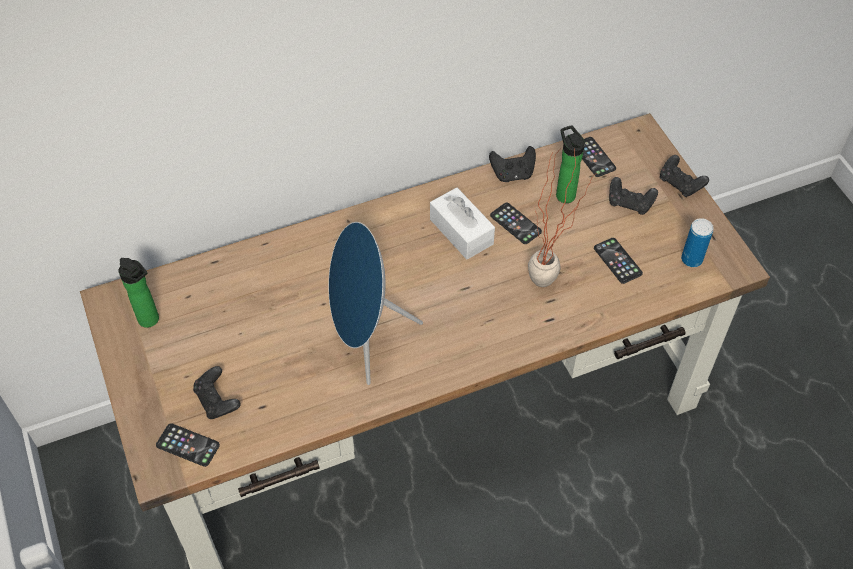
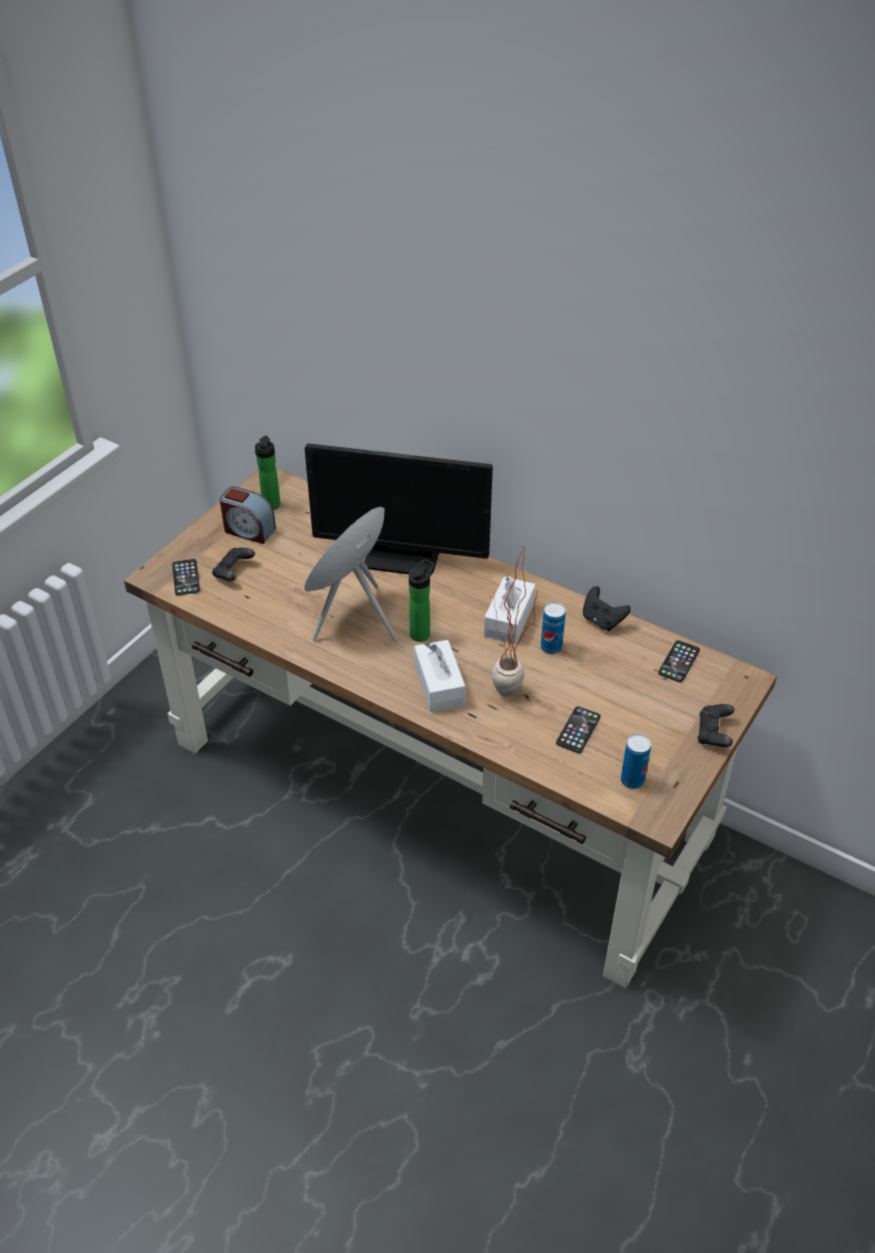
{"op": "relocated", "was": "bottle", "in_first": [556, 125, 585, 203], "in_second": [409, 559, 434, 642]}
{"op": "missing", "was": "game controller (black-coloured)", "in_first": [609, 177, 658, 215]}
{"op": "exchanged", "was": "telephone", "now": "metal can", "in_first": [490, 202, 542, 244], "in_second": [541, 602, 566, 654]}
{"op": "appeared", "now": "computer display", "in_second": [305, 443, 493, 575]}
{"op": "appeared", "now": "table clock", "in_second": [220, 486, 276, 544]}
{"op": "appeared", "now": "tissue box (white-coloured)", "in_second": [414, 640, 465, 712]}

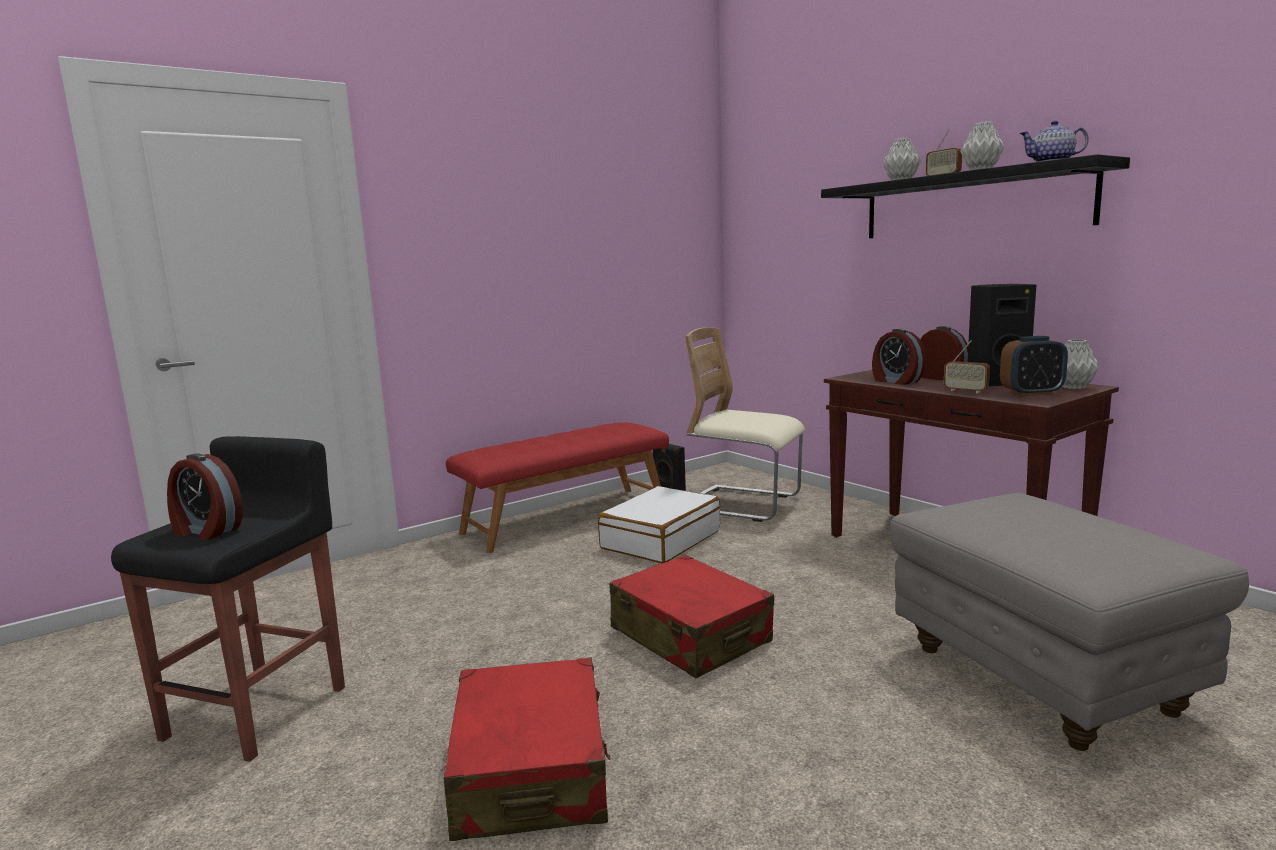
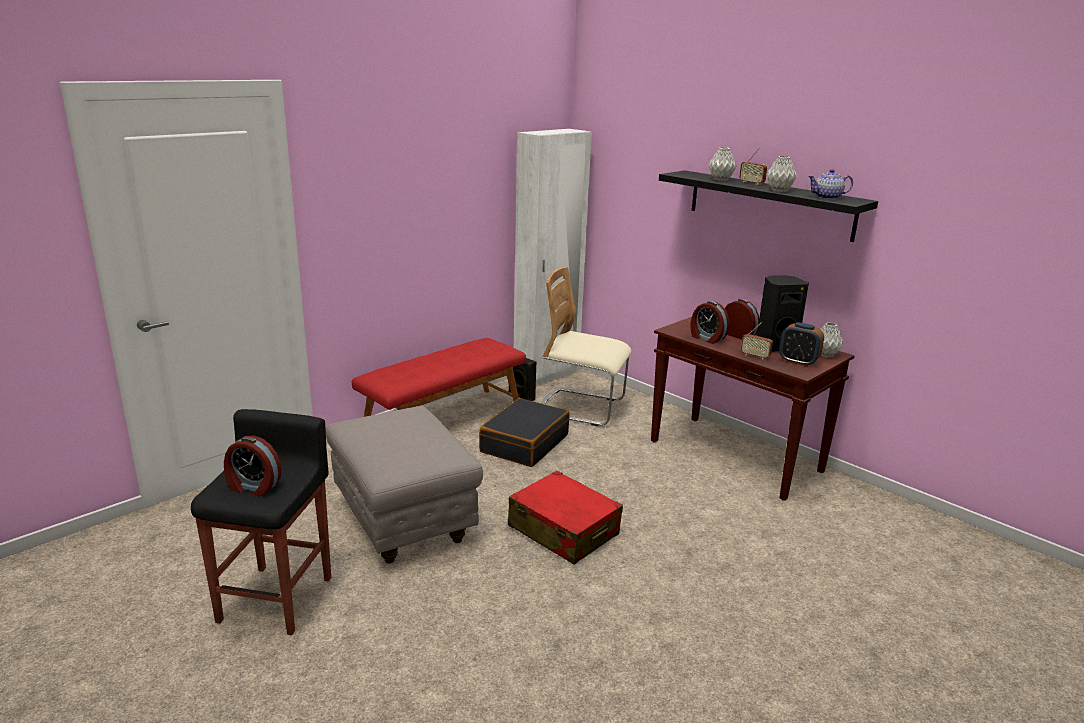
{"op": "spun", "was": "table clock", "in_first": [1000, 336, 1068, 396], "in_second": [779, 322, 824, 367], "clockwise": 45}
{"op": "colour", "was": "travel case (white-coloured)", "now": "travel case (black-coloured)", "in_first": [598, 486, 720, 563], "in_second": [479, 398, 569, 467]}
{"op": "relocated", "was": "pouffe (grey)", "in_first": [890, 492, 1249, 751], "in_second": [326, 406, 483, 563]}
{"op": "missing", "was": "travel case (red-coloured)", "in_first": [444, 658, 611, 841]}
{"op": "appeared", "now": "wardrobe (white-coloured)", "in_second": [514, 129, 592, 386]}

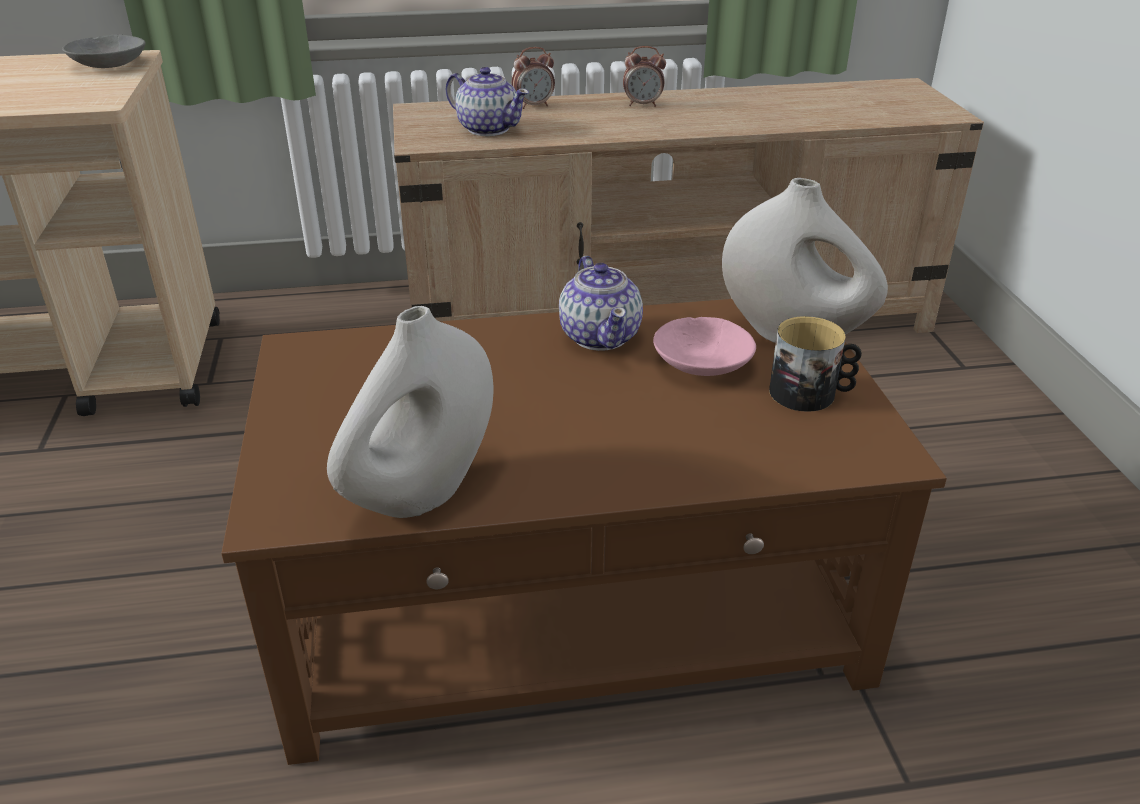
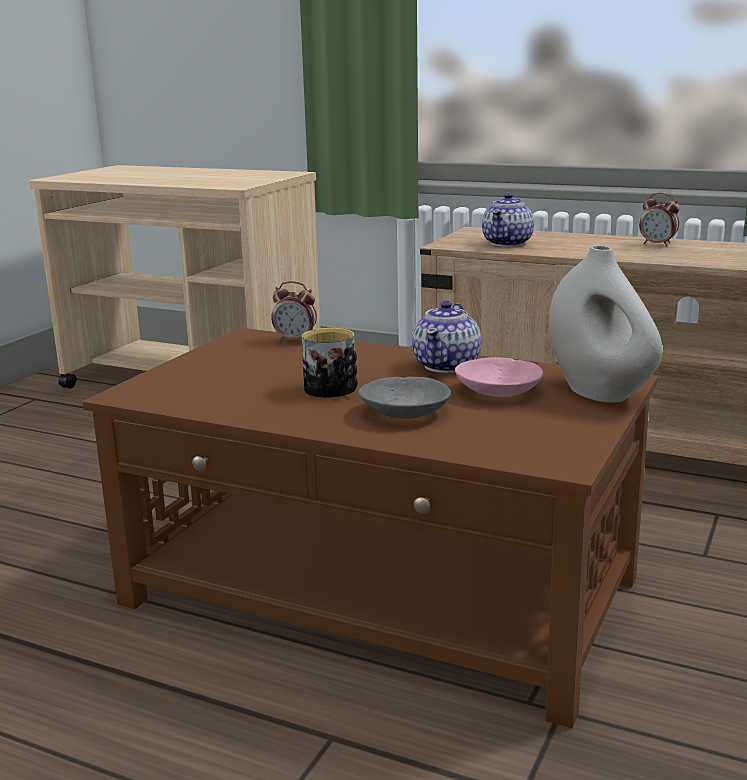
{"op": "relocated", "was": "bowl (grey)", "in_first": [62, 34, 146, 68], "in_second": [359, 377, 451, 419]}
{"op": "relocated", "was": "table clock", "in_first": [512, 47, 555, 109], "in_second": [271, 281, 317, 341]}
{"op": "spun", "was": "tea pot", "in_first": [446, 67, 529, 136], "in_second": [482, 193, 534, 247], "clockwise": 45}
{"op": "missing", "was": "flower vase (white-coloured)", "in_first": [327, 306, 493, 518]}
{"op": "relocated", "was": "mug", "in_first": [769, 316, 862, 412], "in_second": [302, 328, 358, 398]}

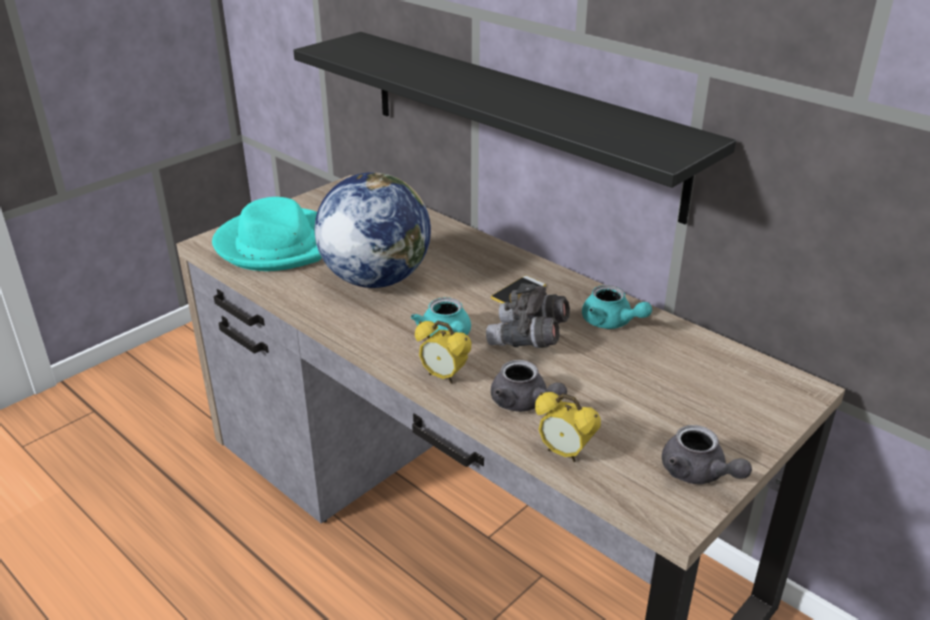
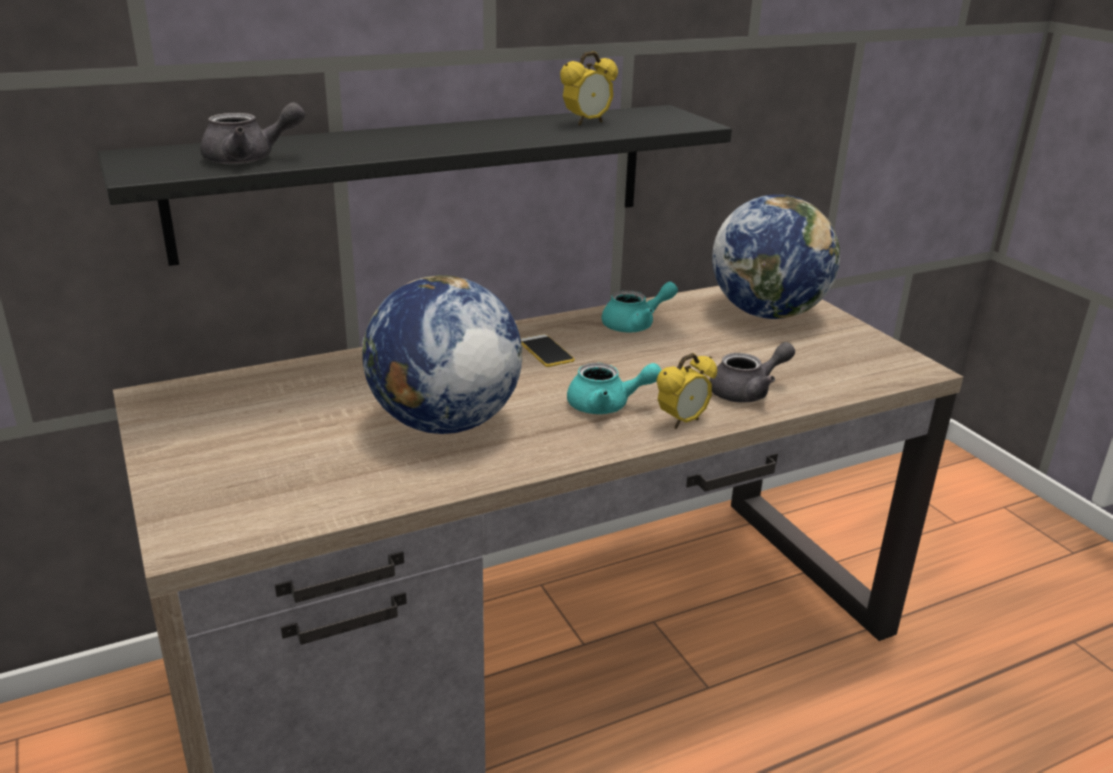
{"op": "missing", "was": "wearable hat (turquoise)", "in_first": [212, 197, 322, 271]}
{"op": "missing", "was": "field glasses (grey)", "in_first": [486, 283, 570, 348]}
{"op": "relocated", "was": "table clock", "in_first": [535, 392, 601, 462], "in_second": [560, 51, 618, 125]}
{"op": "relocated", "was": "tea pot (grey)", "in_first": [662, 425, 752, 484], "in_second": [200, 102, 305, 164]}
{"op": "appeared", "now": "world globe", "in_second": [712, 194, 840, 319]}

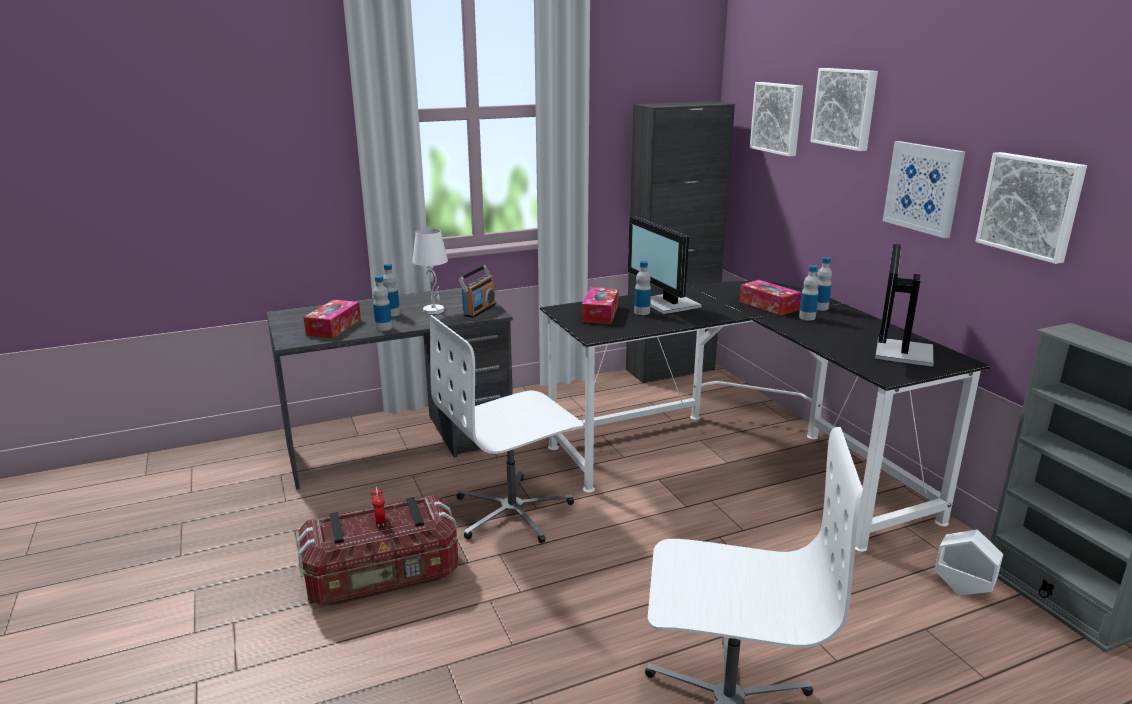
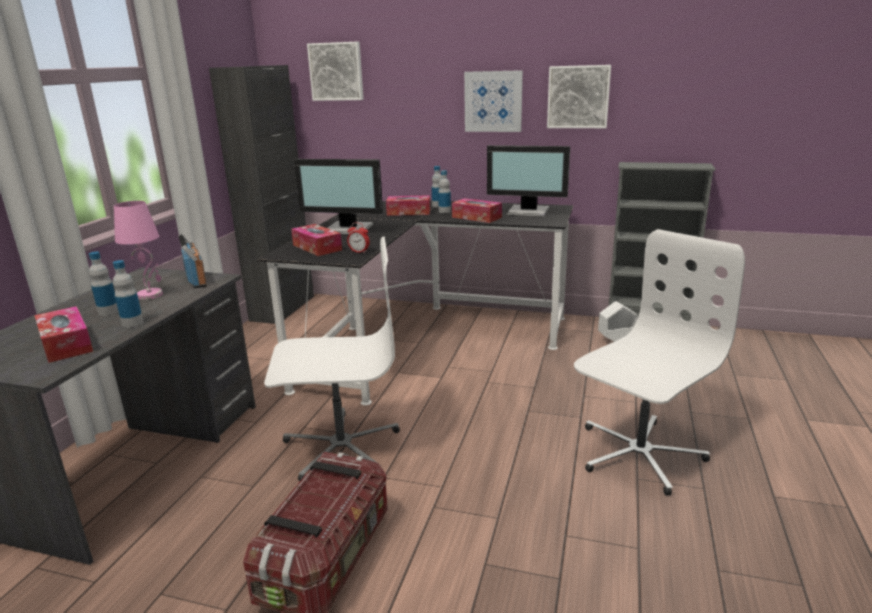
{"op": "missing", "was": "wall picture", "in_first": [810, 68, 878, 151]}
{"op": "colour", "was": "lamp for a table (white-coloured)", "now": "lamp for a table (pink-coloured)", "in_first": [412, 228, 448, 314], "in_second": [114, 201, 163, 300]}
{"op": "spun", "was": "computer display", "in_first": [875, 244, 934, 367], "in_second": [487, 145, 570, 217], "clockwise": -45}
{"op": "missing", "was": "bottle", "in_first": [634, 261, 651, 315]}
{"op": "spun", "was": "computer chair (white-coloured)", "in_first": [430, 315, 583, 543], "in_second": [264, 237, 400, 481], "clockwise": -105}
{"op": "relocated", "was": "table clock", "in_first": [371, 486, 385, 527], "in_second": [347, 223, 370, 253]}
{"op": "appeared", "now": "tissue box", "in_second": [452, 198, 502, 223]}

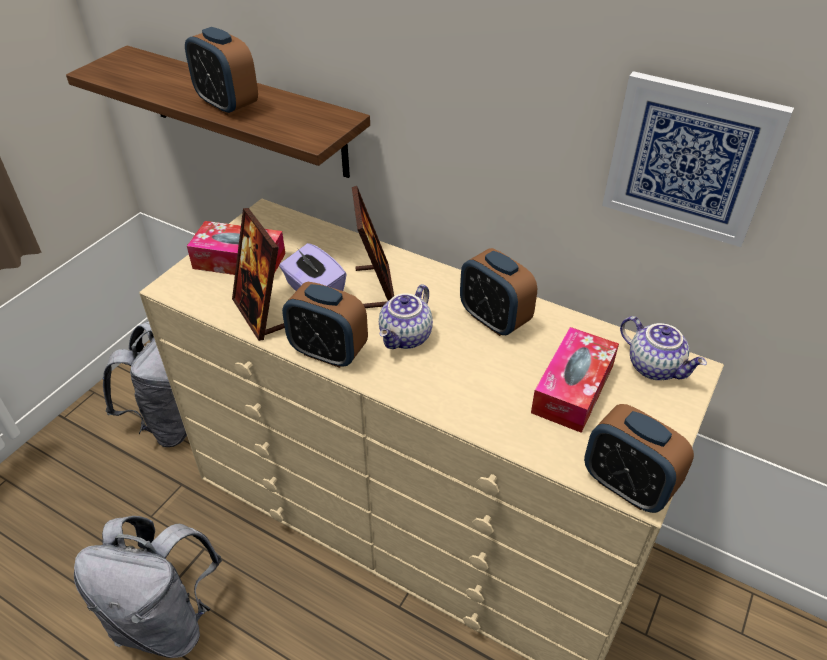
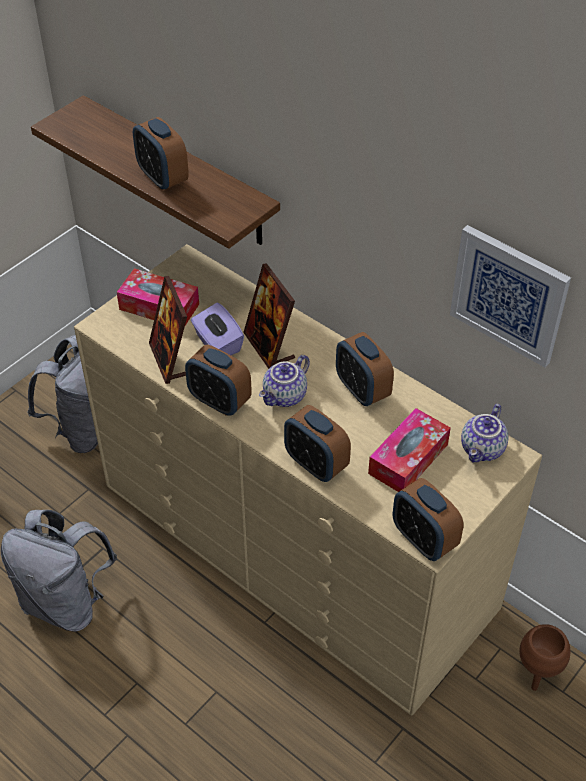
{"op": "spun", "was": "standing frame", "in_first": [352, 186, 394, 308], "in_second": [243, 263, 295, 369], "clockwise": 150}
{"op": "spun", "was": "tea pot", "in_first": [620, 316, 707, 380], "in_second": [461, 404, 508, 463], "clockwise": 60}
{"op": "appeared", "now": "table clock", "in_second": [284, 405, 351, 482]}
{"op": "appeared", "now": "flower pot (brown)", "in_second": [519, 624, 570, 691]}

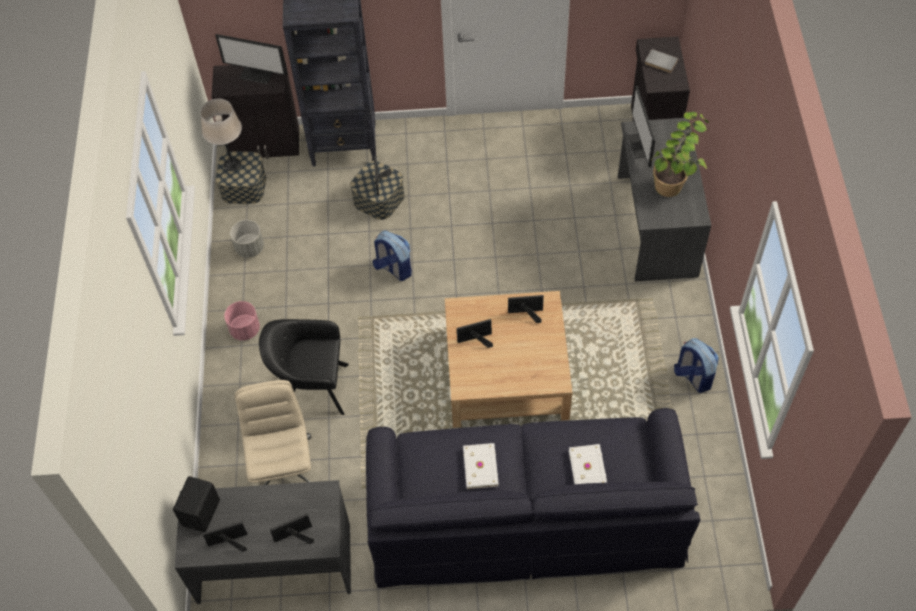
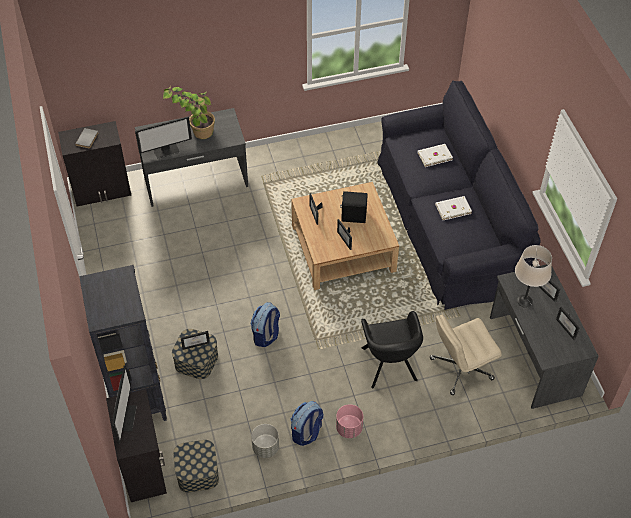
{"op": "relocated", "was": "lamp for a table (beige-coloured)", "in_first": [200, 99, 242, 171], "in_second": [515, 245, 552, 308]}
{"op": "relocated", "was": "rucksack", "in_first": [674, 338, 719, 393], "in_second": [291, 401, 323, 446]}
{"op": "relocated", "was": "speaker (black-coloured)", "in_first": [173, 476, 220, 532], "in_second": [340, 191, 368, 223]}

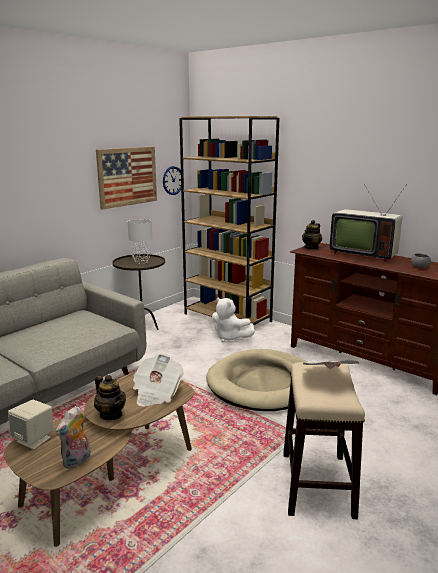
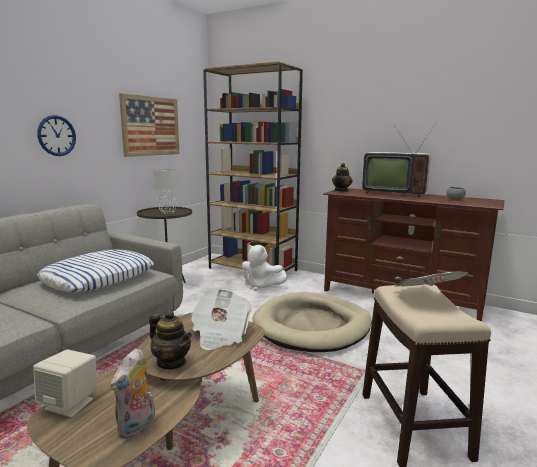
{"op": "relocated", "was": "clock on the wall", "in_first": [163, 166, 181, 195], "in_second": [37, 115, 76, 156]}
{"op": "appeared", "now": "throw pillow", "in_second": [37, 250, 154, 292]}

